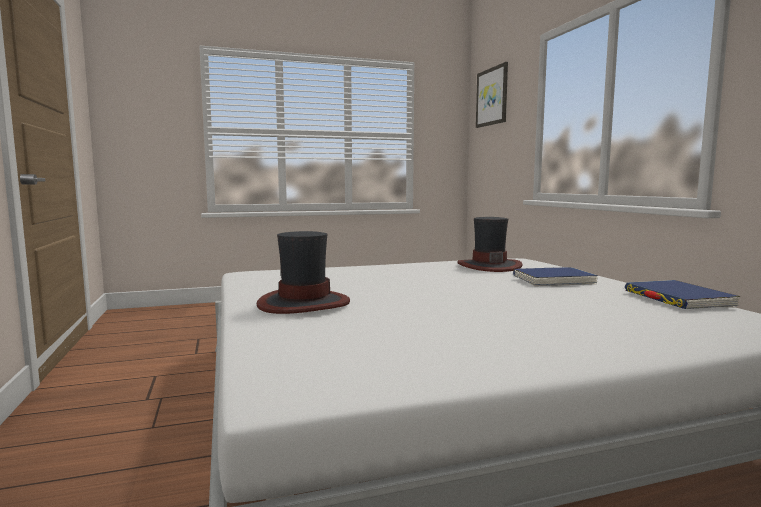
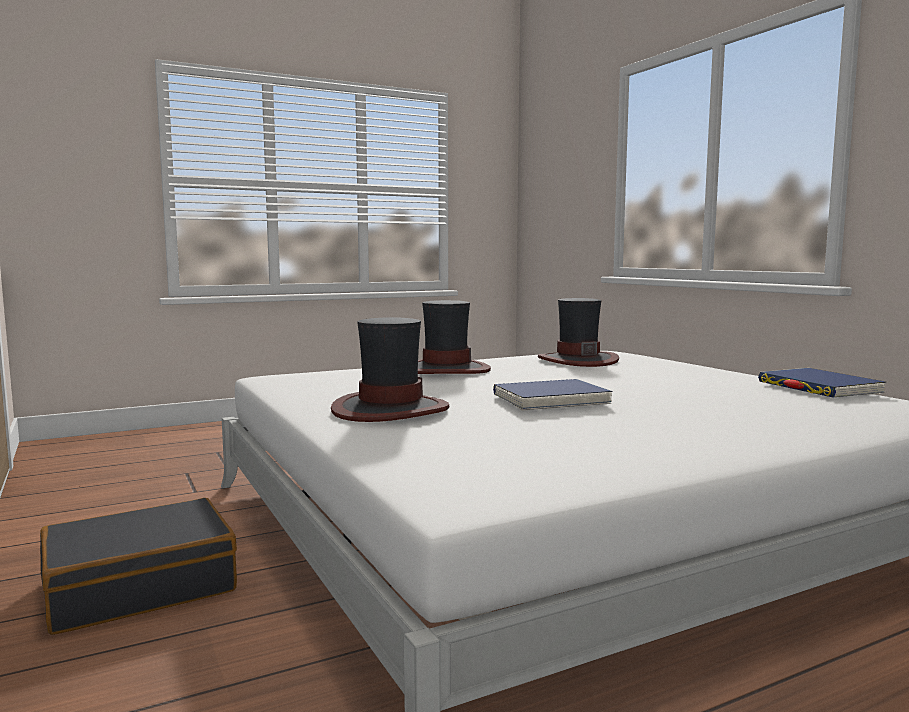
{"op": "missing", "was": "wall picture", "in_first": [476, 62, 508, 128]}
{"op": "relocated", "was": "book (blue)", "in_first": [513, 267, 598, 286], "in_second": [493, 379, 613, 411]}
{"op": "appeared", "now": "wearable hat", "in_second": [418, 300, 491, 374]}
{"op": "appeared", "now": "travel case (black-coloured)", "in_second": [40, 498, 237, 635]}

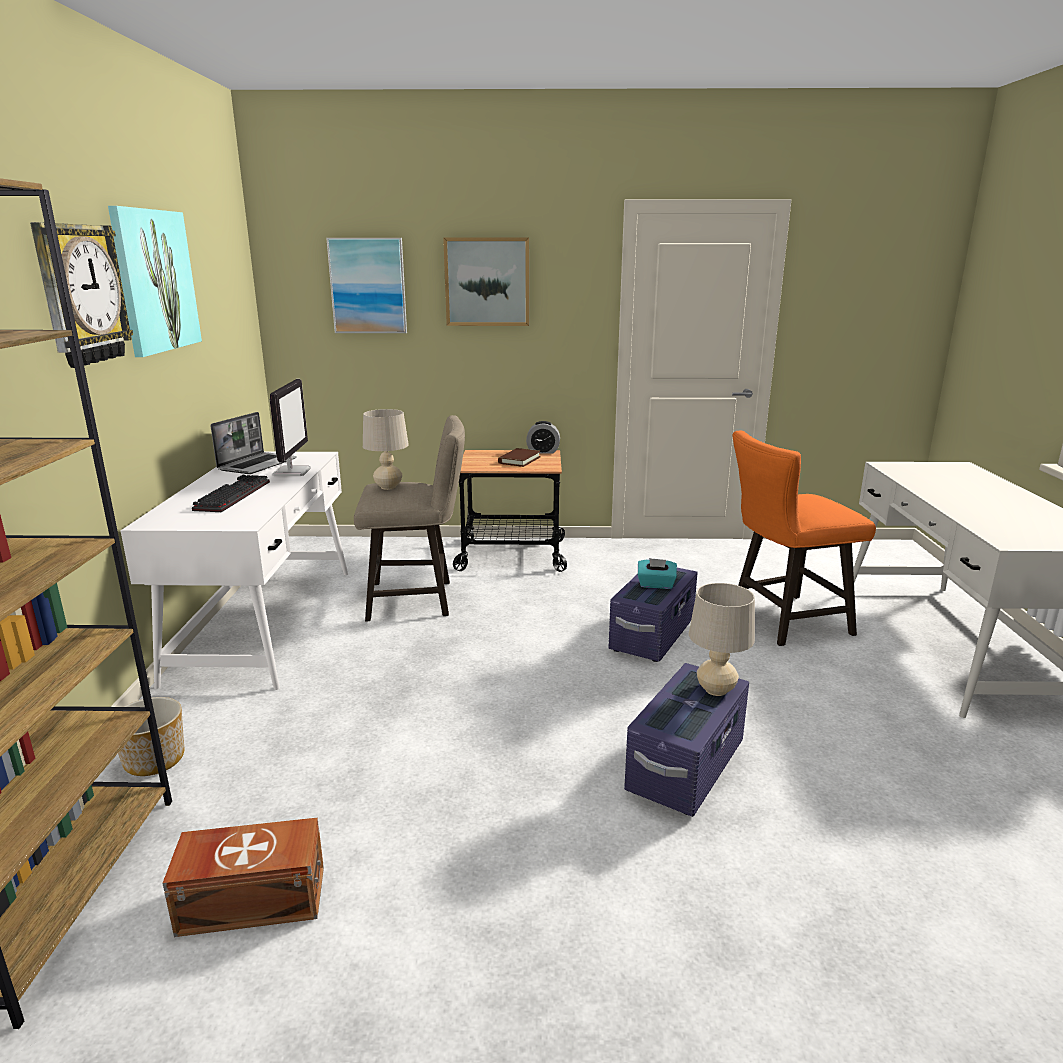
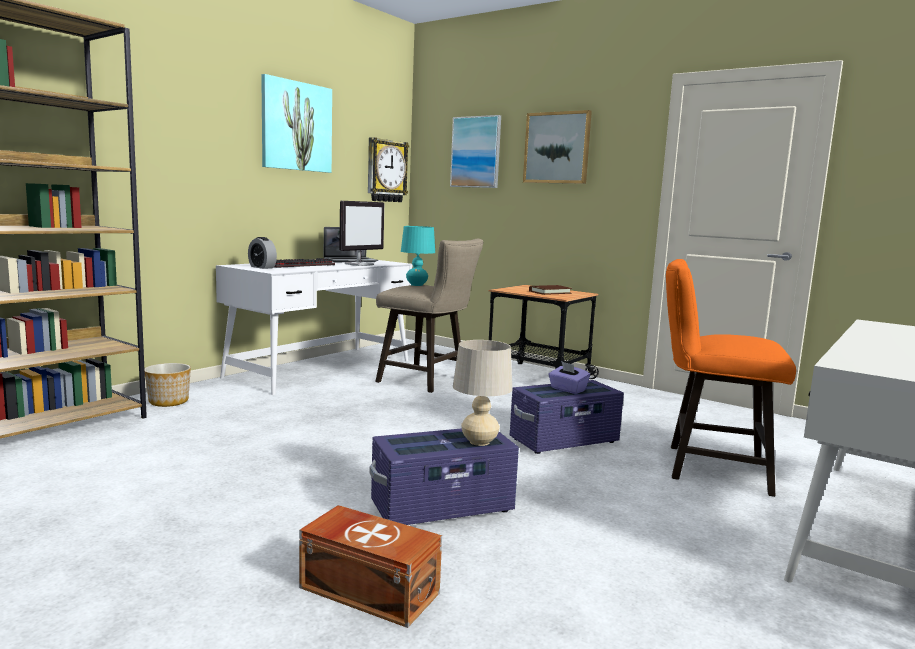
{"op": "relocated", "was": "clock on the wall", "in_first": [30, 222, 133, 368], "in_second": [368, 137, 410, 202]}
{"op": "colour", "was": "lamp for a table (beige-coloured)", "now": "lamp for a table (turquoise)", "in_first": [363, 409, 409, 490], "in_second": [401, 226, 435, 286]}
{"op": "relocated", "was": "table clock", "in_first": [526, 421, 560, 454], "in_second": [248, 237, 277, 269]}
{"op": "colour", "was": "tissue box (turquoise)", "now": "tissue box (purple-coloured)", "in_first": [638, 558, 677, 589], "in_second": [548, 362, 590, 394]}
{"op": "relocated", "was": "storage box (brown)", "in_first": [162, 817, 324, 937], "in_second": [299, 505, 442, 628]}

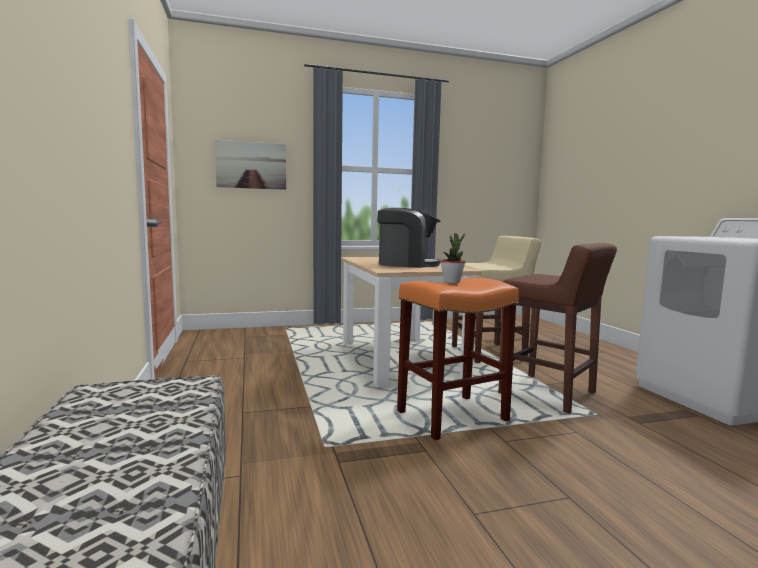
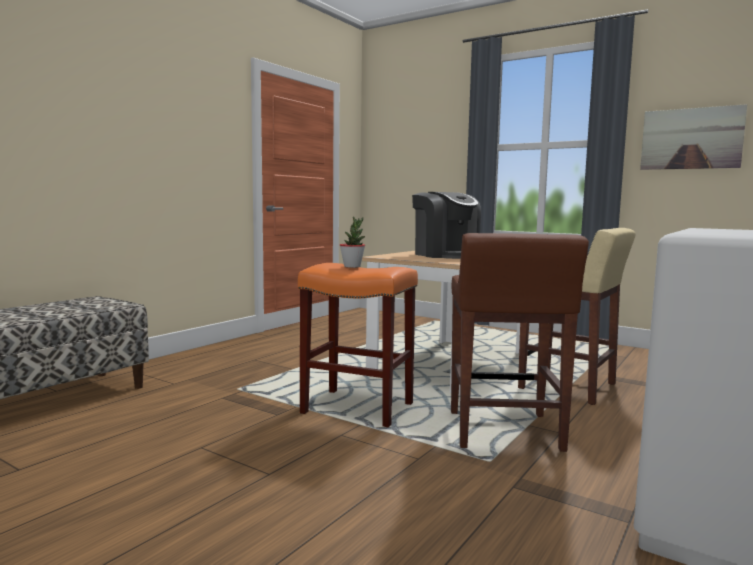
{"op": "relocated", "was": "wall picture", "in_first": [215, 140, 286, 190], "in_second": [640, 104, 747, 170]}

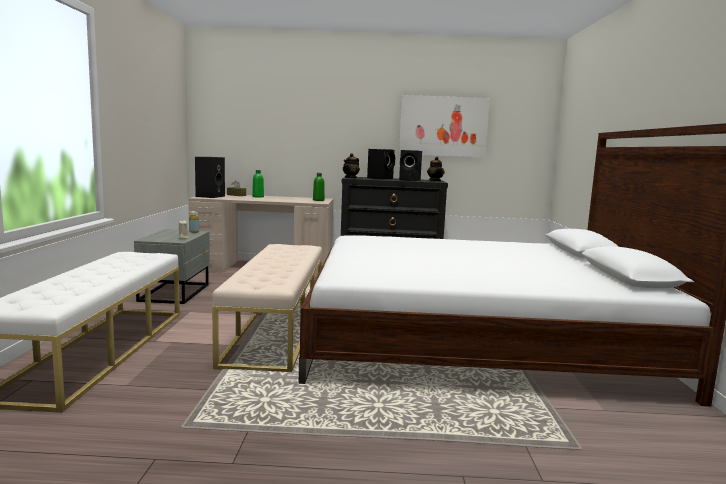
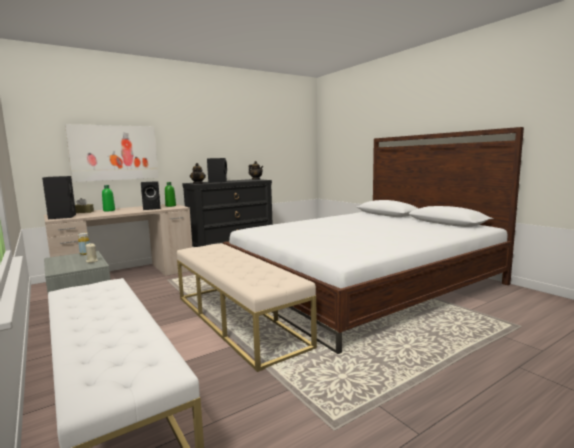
{"op": "relocated", "was": "wall picture", "in_first": [399, 95, 490, 157], "in_second": [65, 124, 159, 182]}
{"op": "relocated", "was": "speaker (black-coloured)", "in_first": [399, 150, 422, 181], "in_second": [141, 181, 161, 210]}

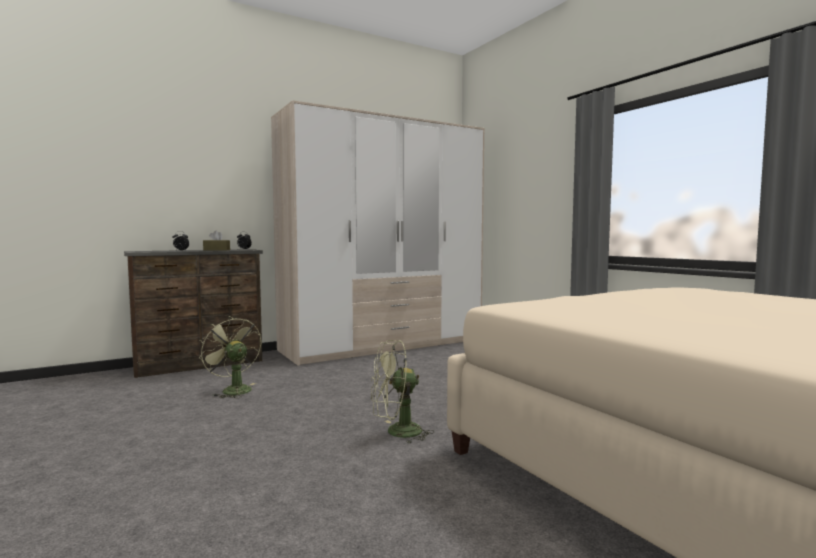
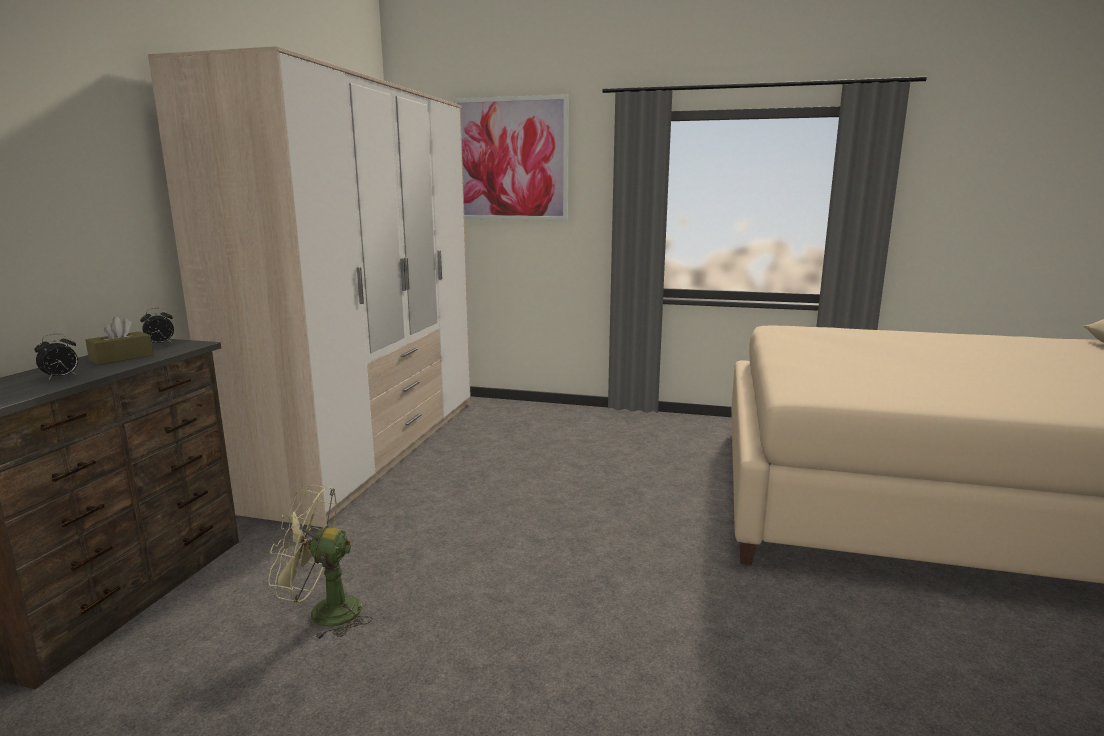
{"op": "missing", "was": "cooling fan (greenish)", "in_first": [371, 340, 434, 444]}
{"op": "appeared", "now": "wall picture", "in_second": [453, 94, 569, 221]}

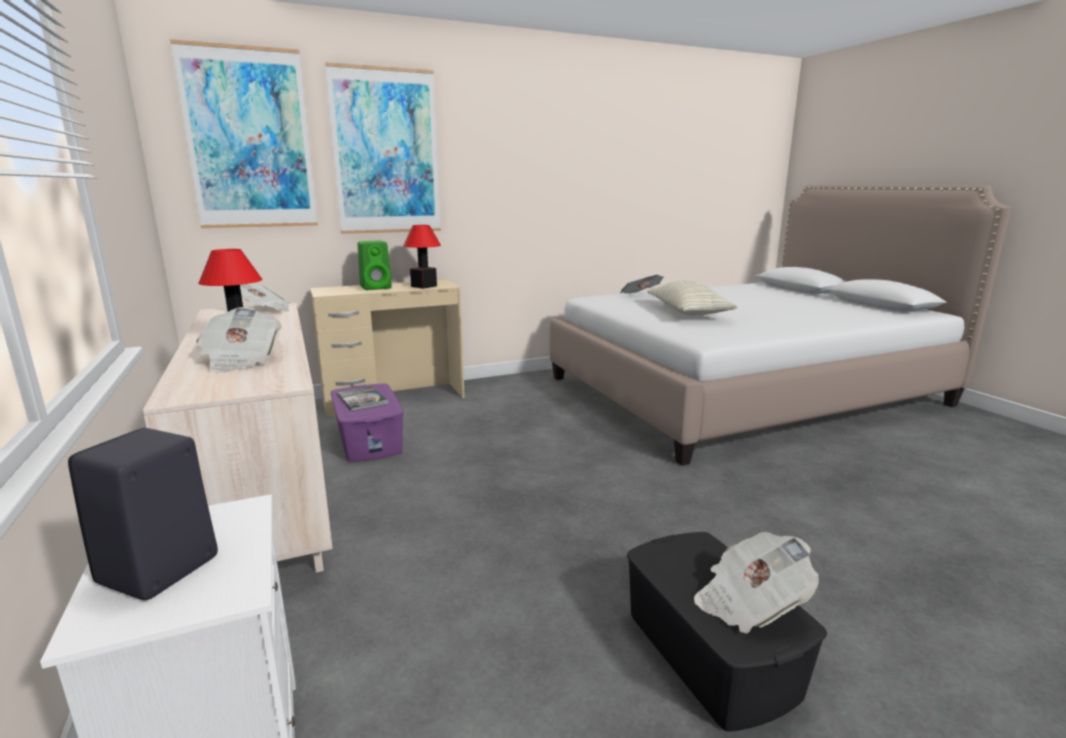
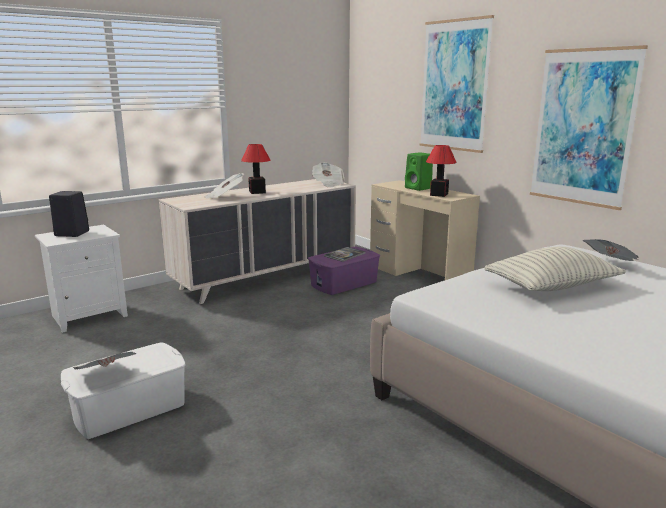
{"op": "relocated", "was": "wall picture", "in_first": [170, 39, 318, 228], "in_second": [530, 45, 648, 210]}
{"op": "colour", "was": "storage box (black-coloured)", "now": "storage box (white-coloured)", "in_first": [627, 532, 827, 732], "in_second": [61, 342, 185, 439]}

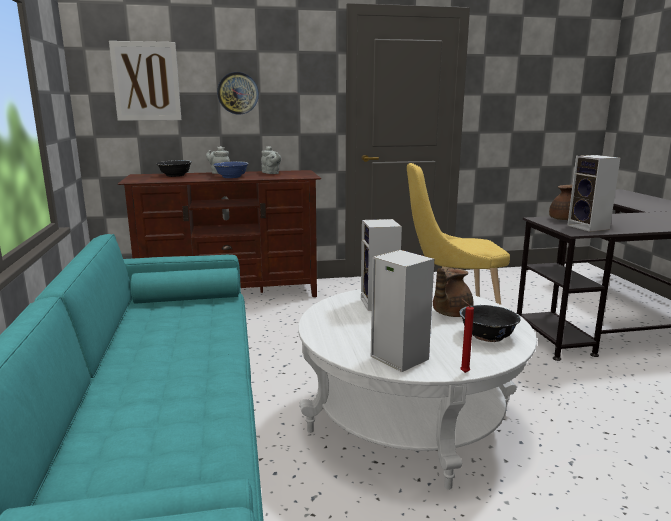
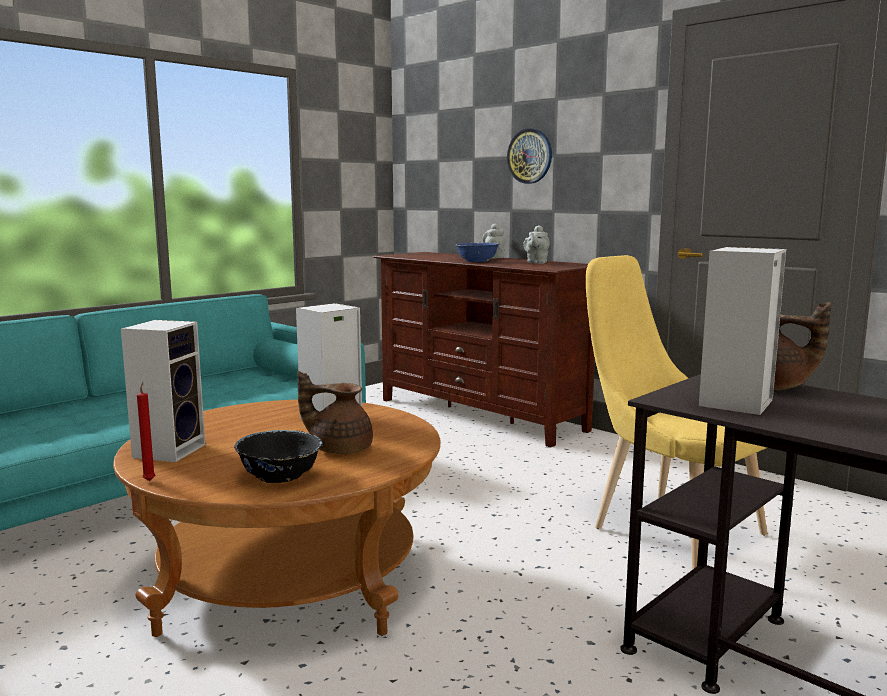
{"op": "missing", "was": "wall picture", "in_first": [109, 41, 181, 121]}
{"op": "missing", "was": "bowl (black-coloured)", "in_first": [157, 160, 192, 177]}
{"op": "colour", "was": "low table (white-coloured)", "now": "low table (brown)", "in_first": [298, 288, 537, 490], "in_second": [113, 400, 440, 637]}

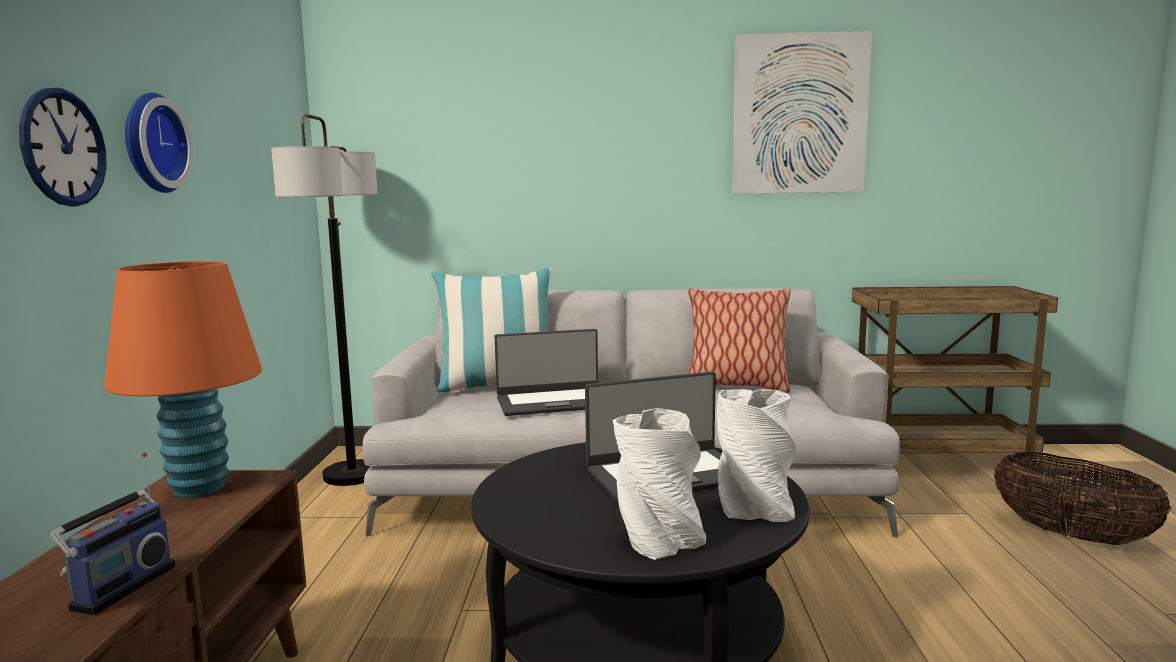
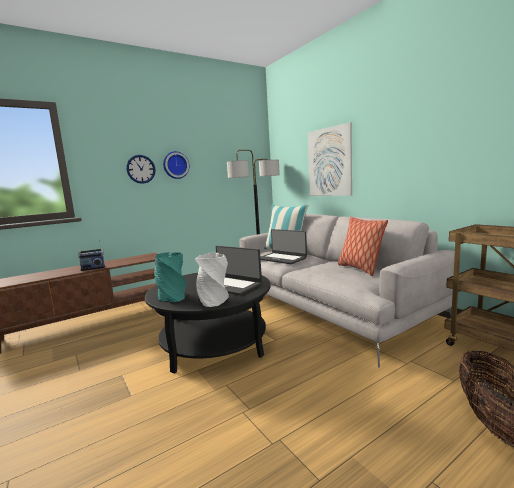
{"op": "relocated", "was": "wall picture", "in_first": [732, 31, 872, 194], "in_second": [308, 122, 352, 196]}
{"op": "missing", "was": "lamp for a table (orange)", "in_first": [104, 261, 262, 498]}
{"op": "colour", "was": "flower vase (white-coloured)", "now": "flower vase (turquoise)", "in_first": [613, 408, 706, 560], "in_second": [154, 252, 186, 302]}

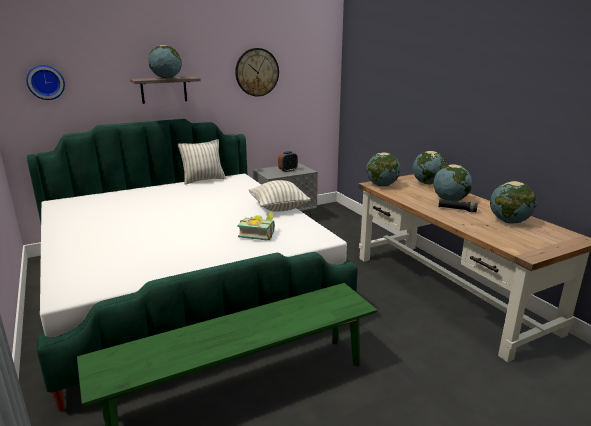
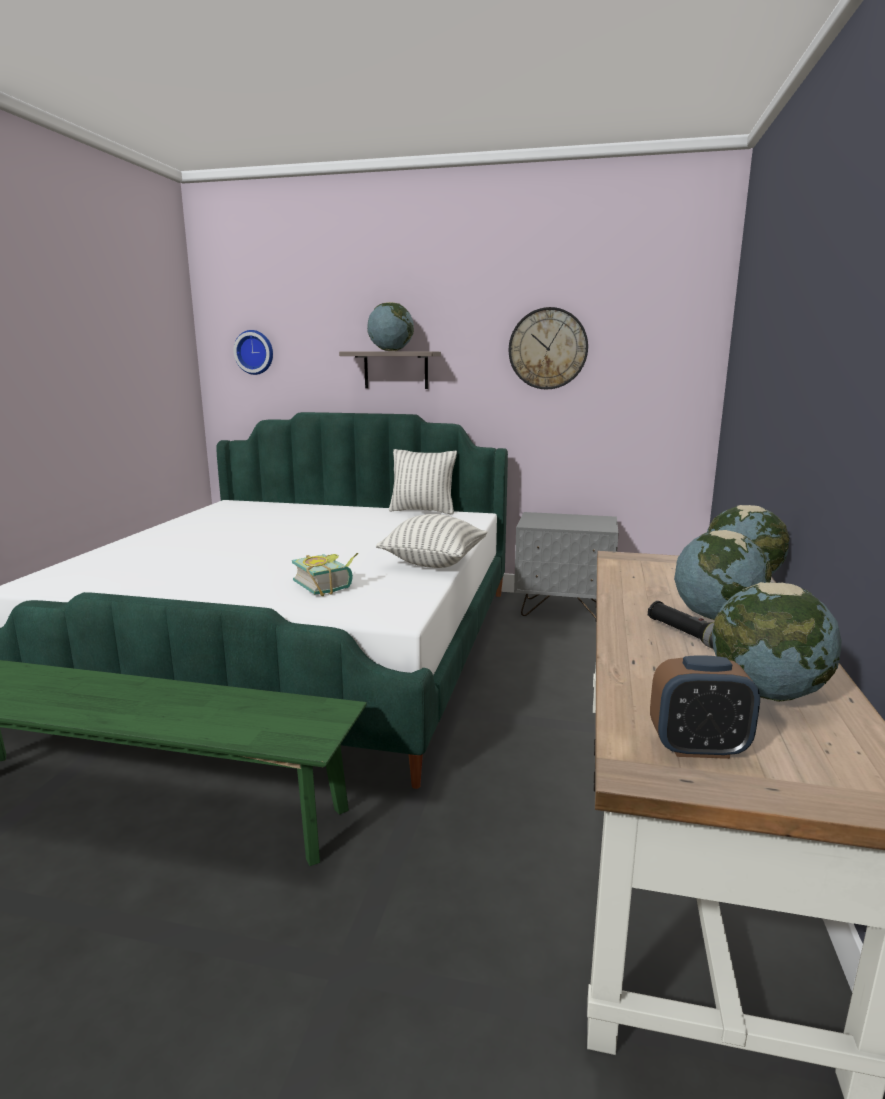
{"op": "relocated", "was": "table clock", "in_first": [278, 151, 298, 172], "in_second": [650, 655, 760, 759]}
{"op": "missing", "was": "world globe", "in_first": [366, 152, 400, 186]}

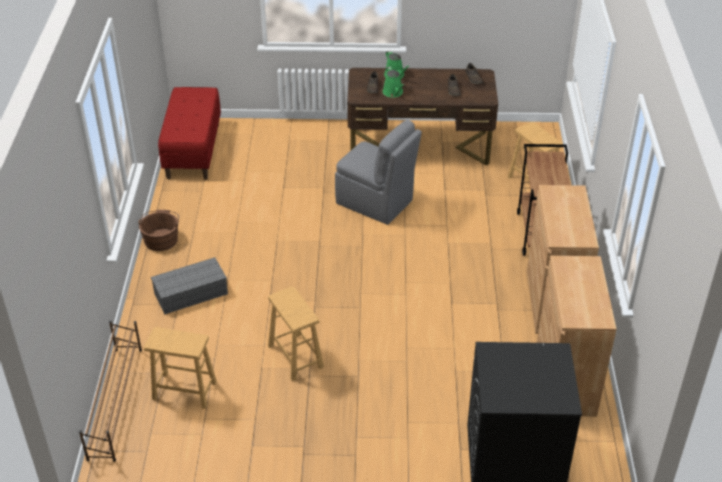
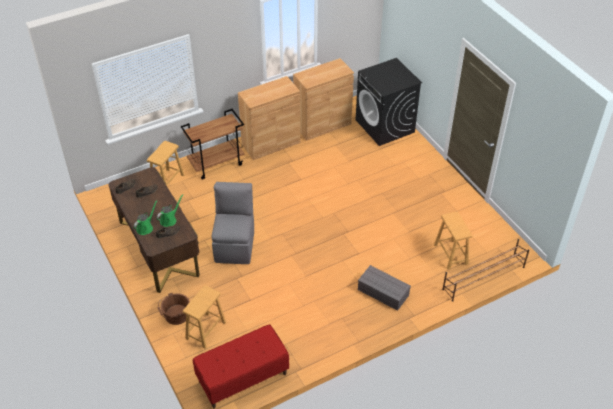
{"op": "relocated", "was": "water bucket (brown)", "in_first": [138, 210, 179, 251], "in_second": [158, 293, 190, 325]}
{"op": "relocated", "was": "stool seat (brown)", "in_first": [268, 286, 324, 381], "in_second": [183, 285, 226, 349]}

